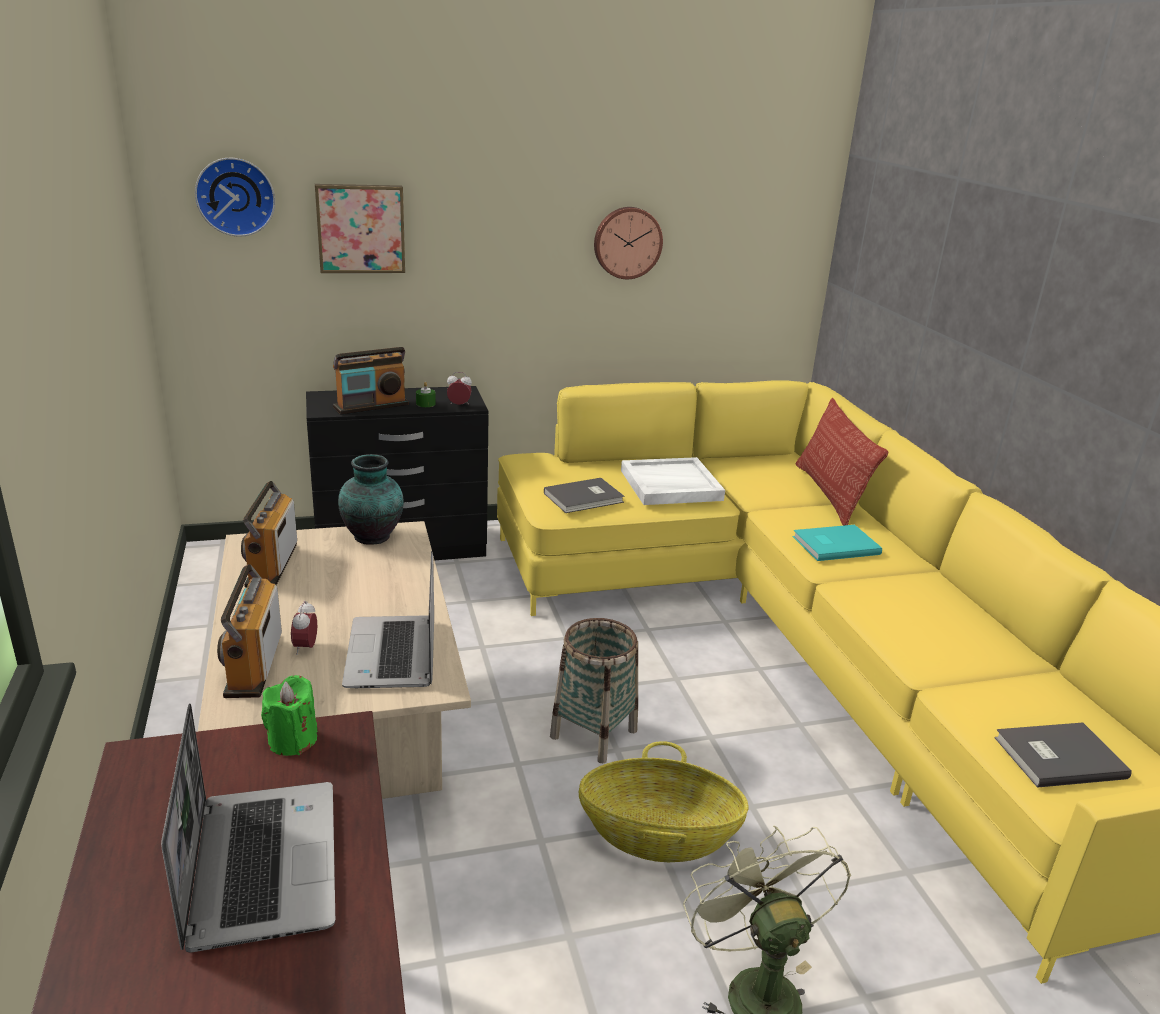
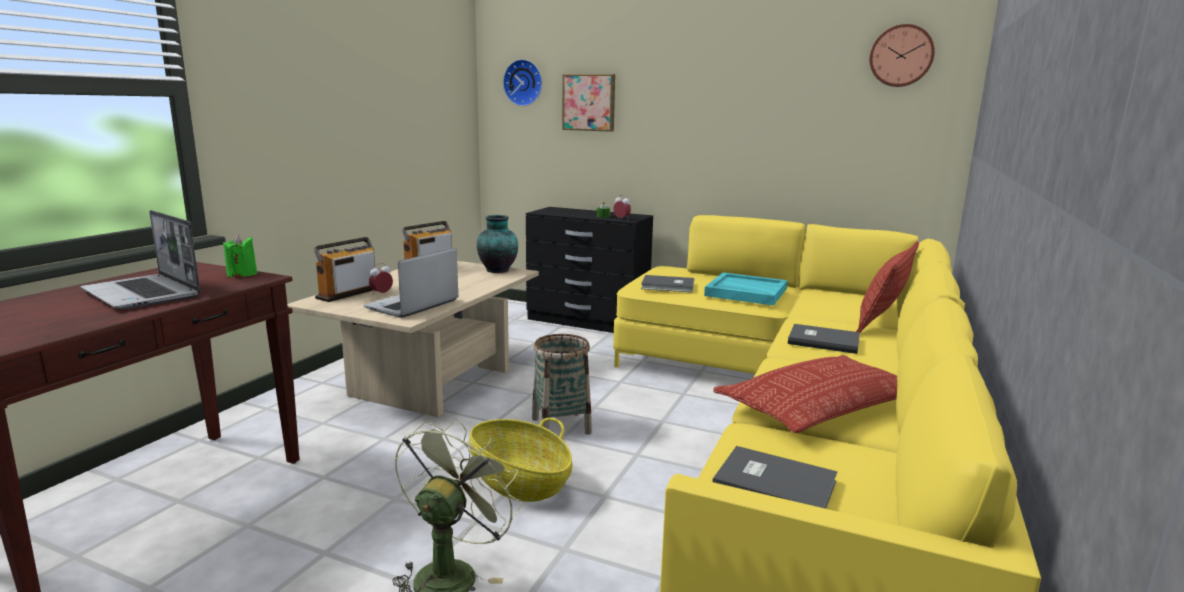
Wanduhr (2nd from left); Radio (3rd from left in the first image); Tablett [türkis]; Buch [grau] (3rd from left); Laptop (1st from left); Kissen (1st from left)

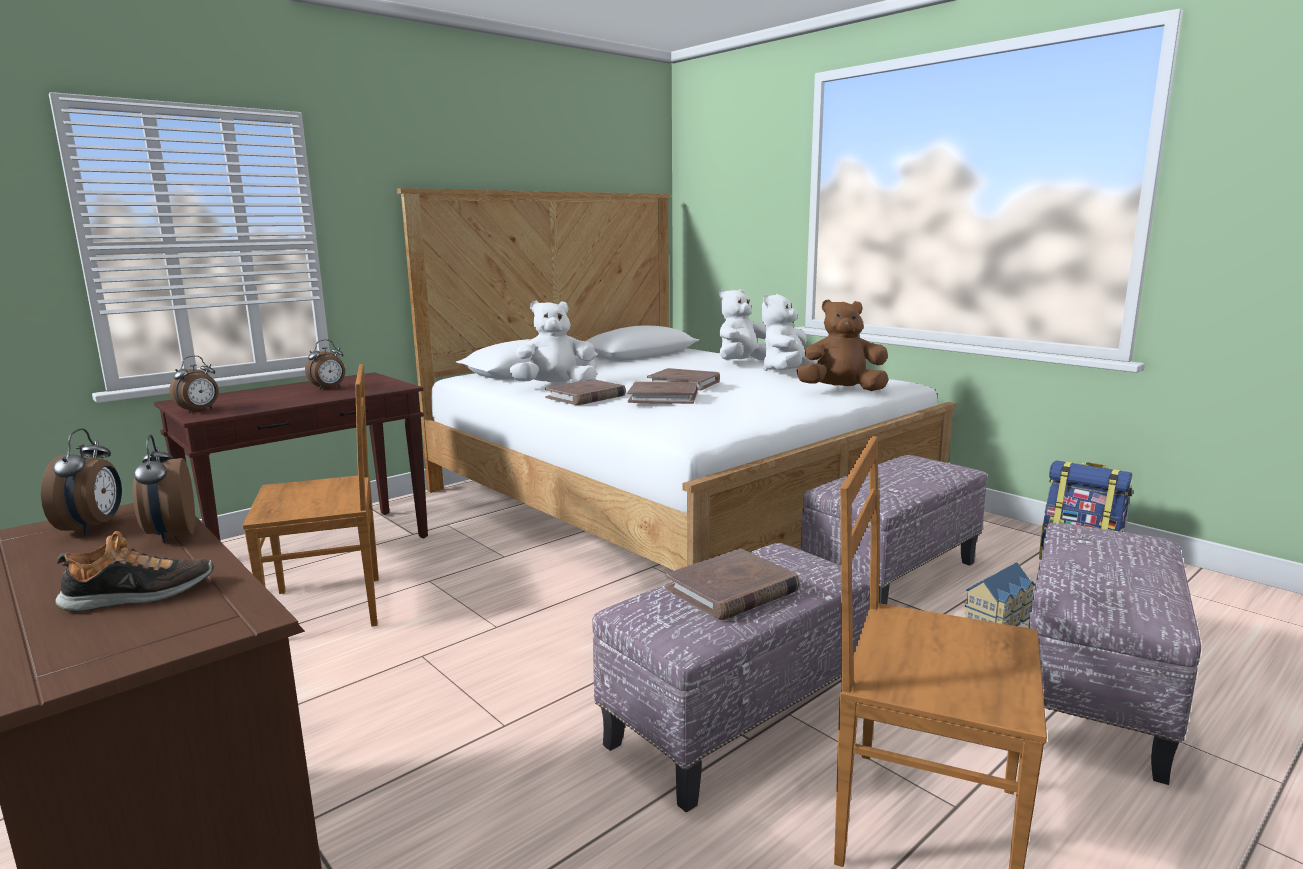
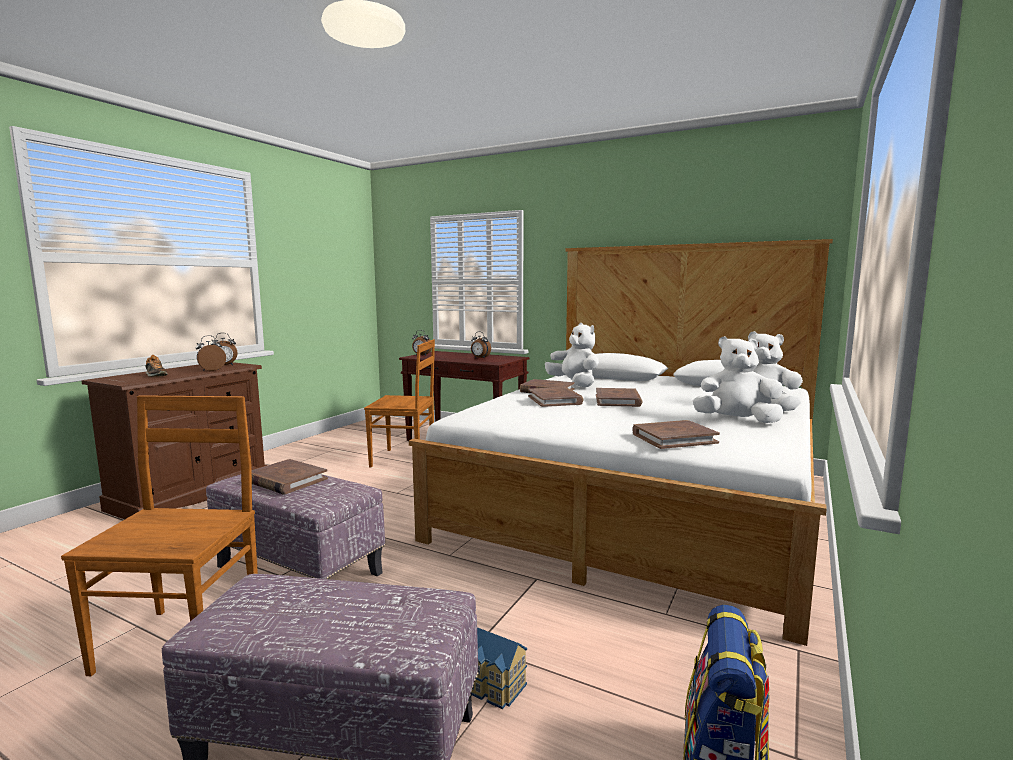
Buch [braun] (5th from left); Stuhl [braun] (2nd from left); Polsterhocker (2nd from left in the first image)

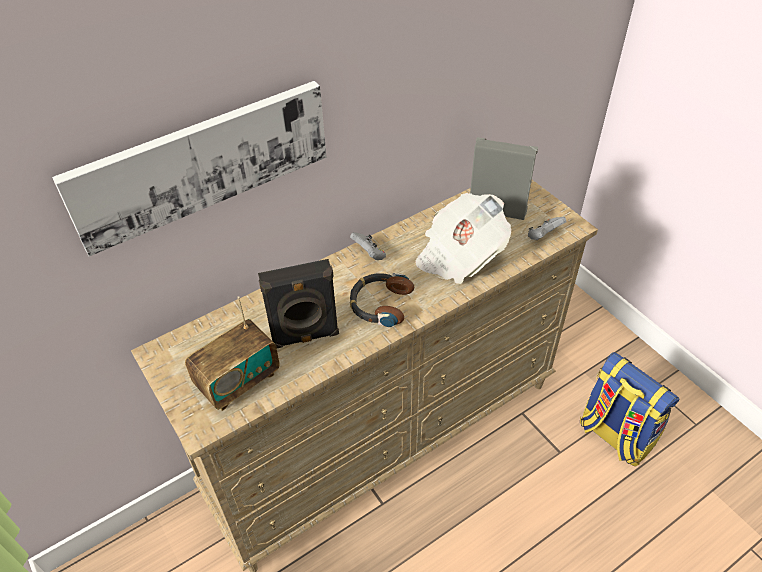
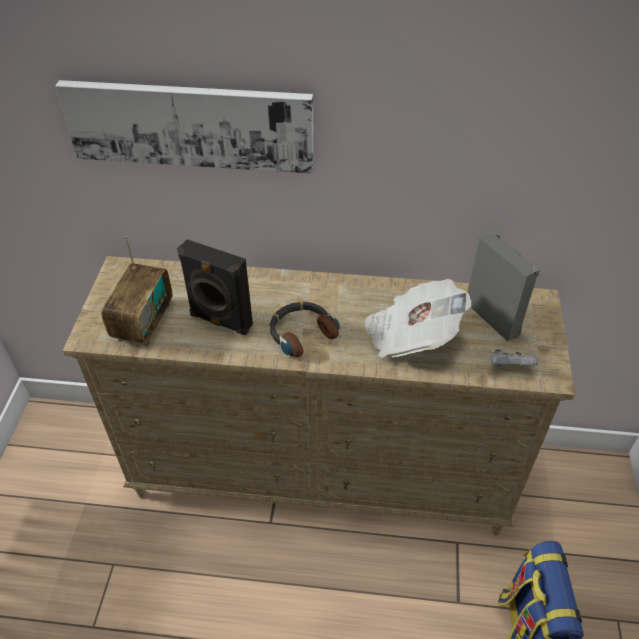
Gamepad [grau] (1st from left in the first image); Radio

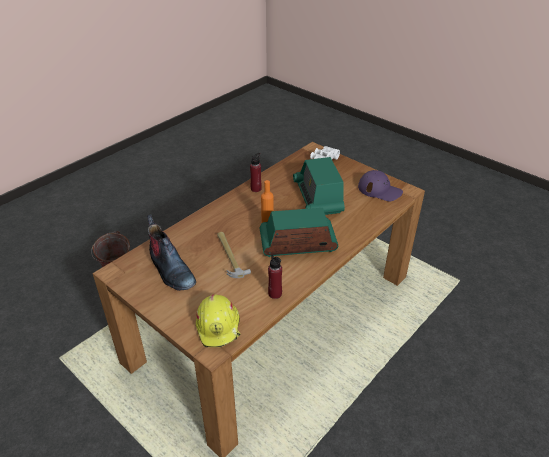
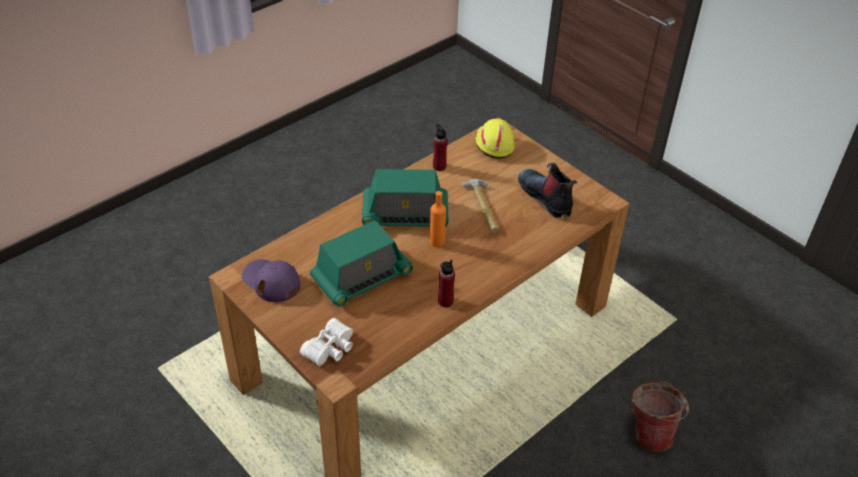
Radio (1st from left)

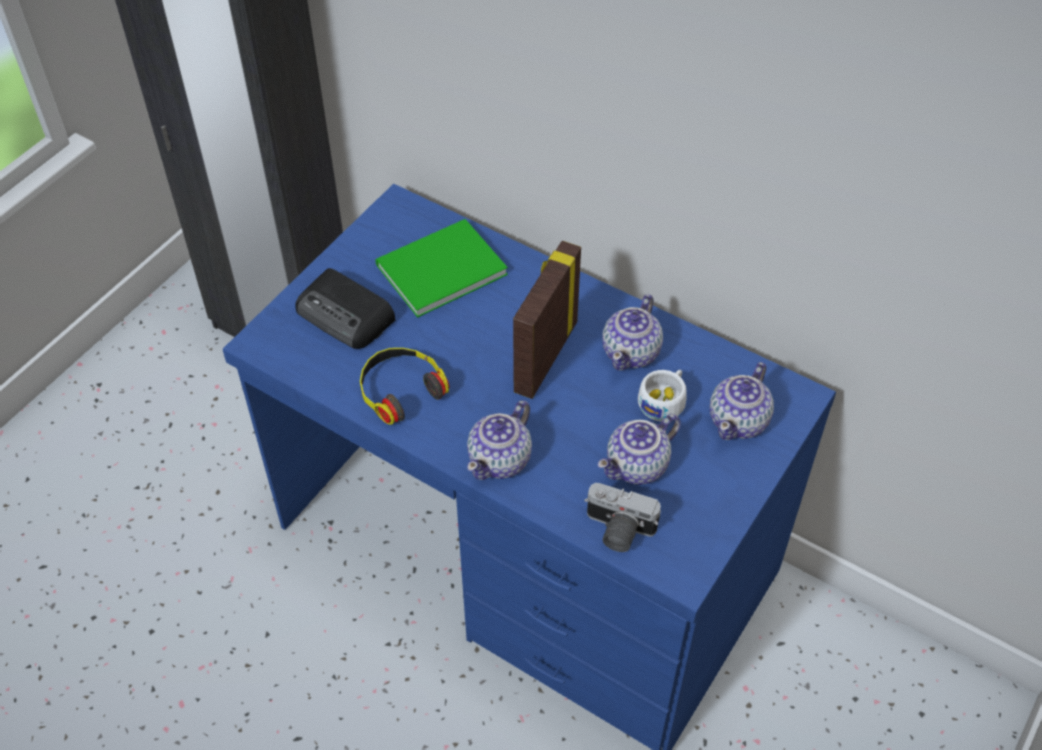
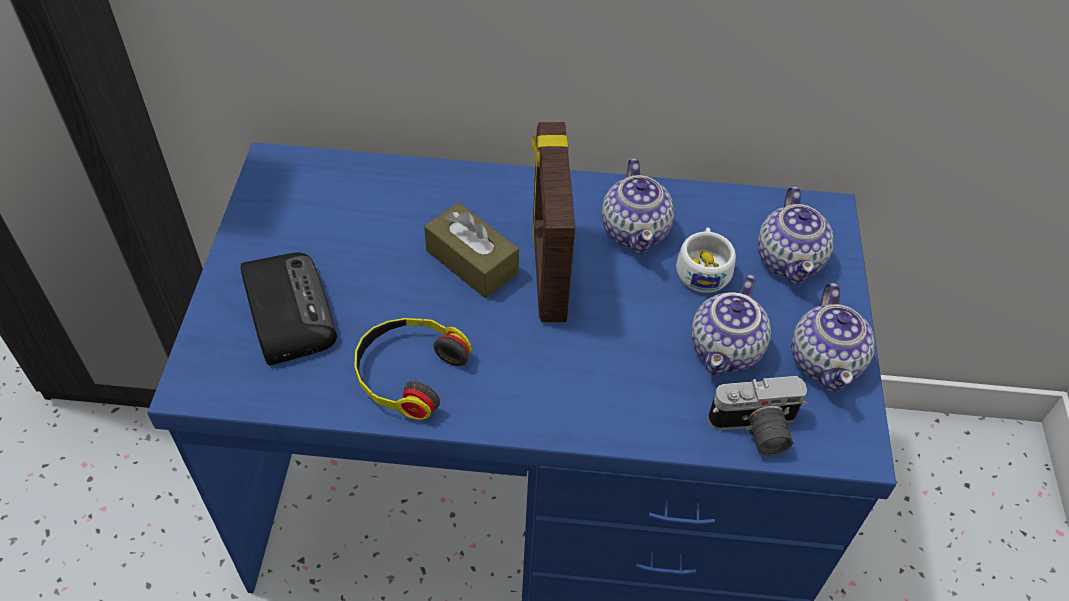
Buch [grün]; Radio; Teekanne (4th from left); Taschentuchbox [braun]

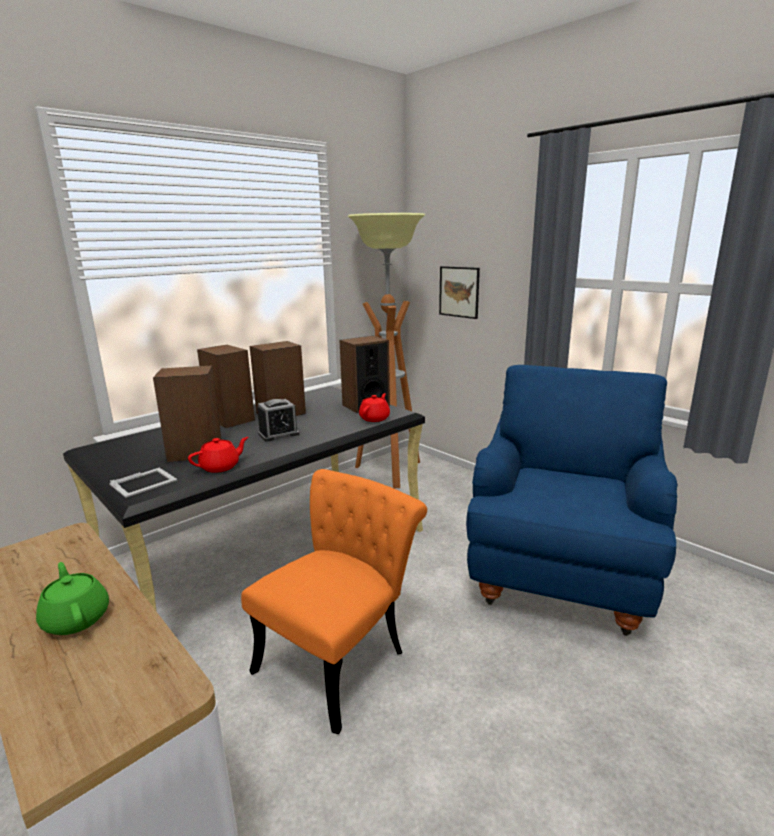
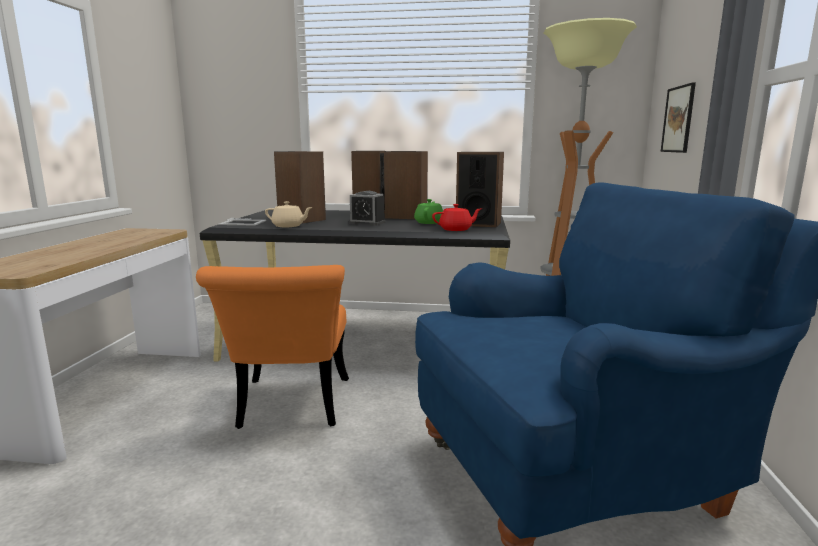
Teekanne [beige]; Stuhl [orange]; Teekanne [grün]

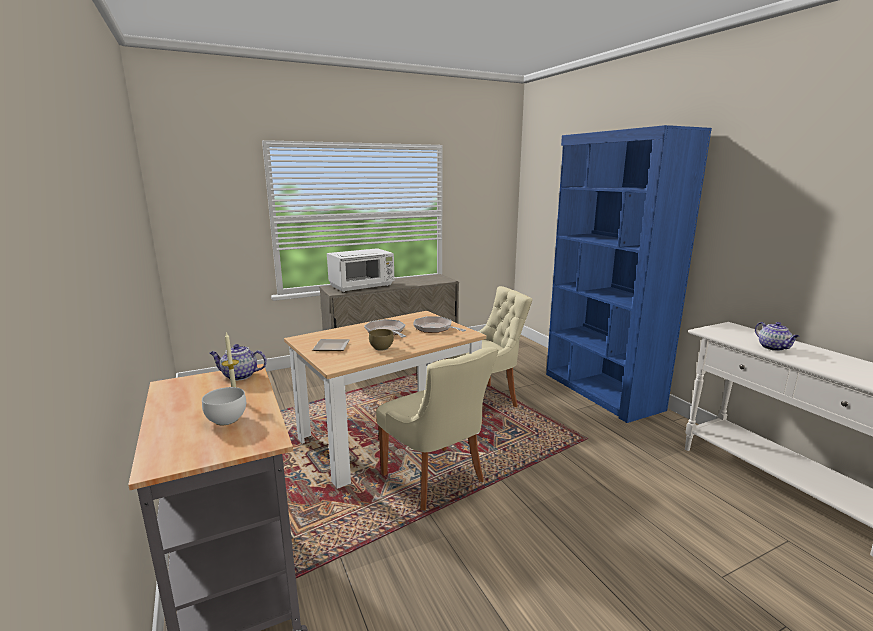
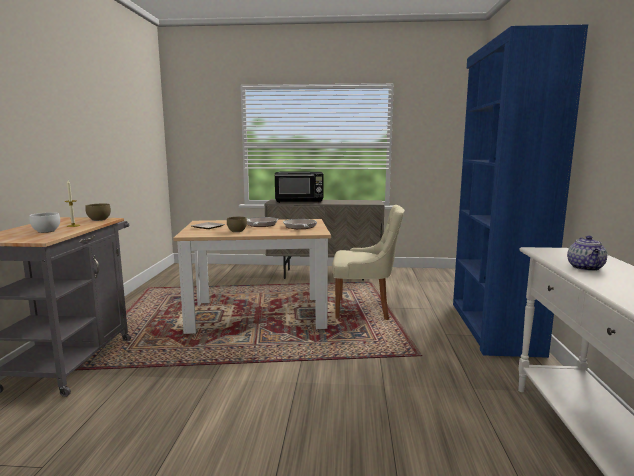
Mikrowelle [schwarz]; Schüssel [braun] (1st from left); Stuhl [beige] (1st from left in the first image)

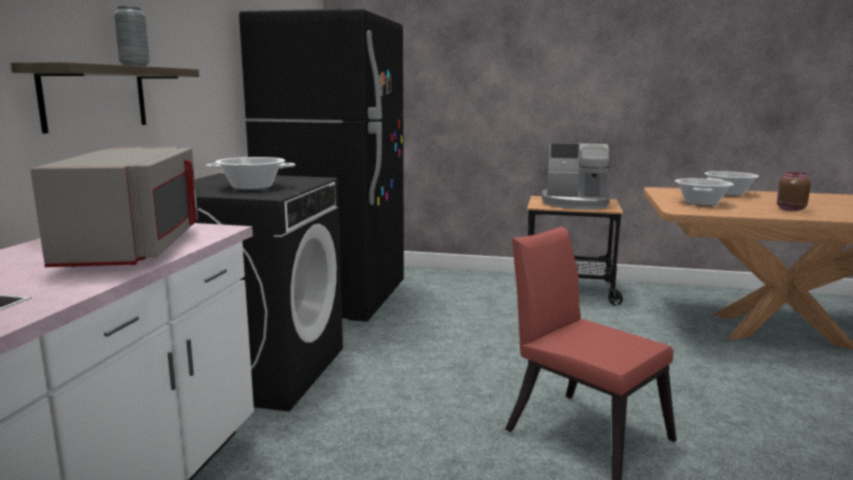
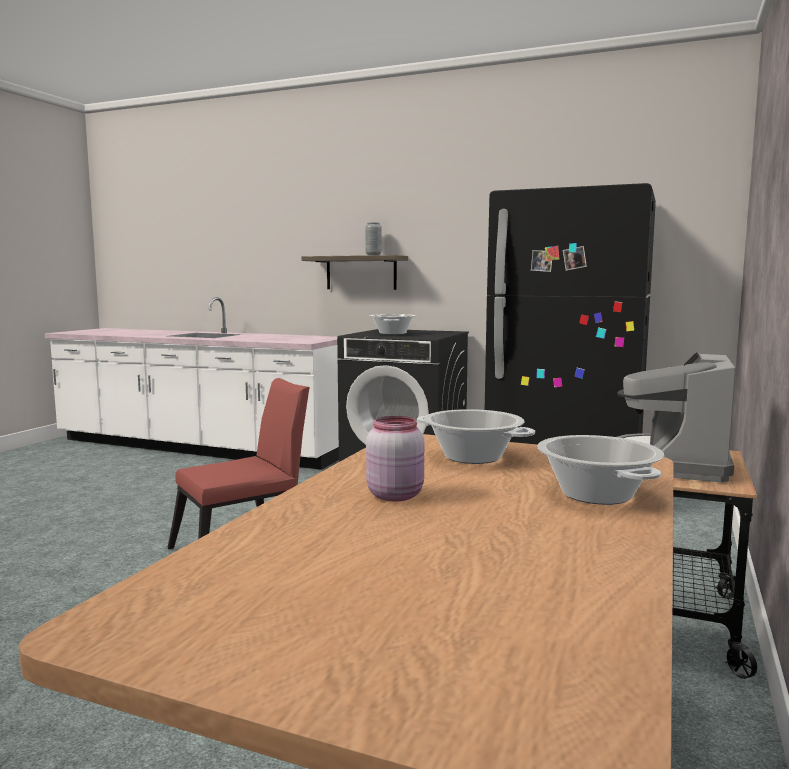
Mikrowelle [grau]; Vorratsglas [rosa]

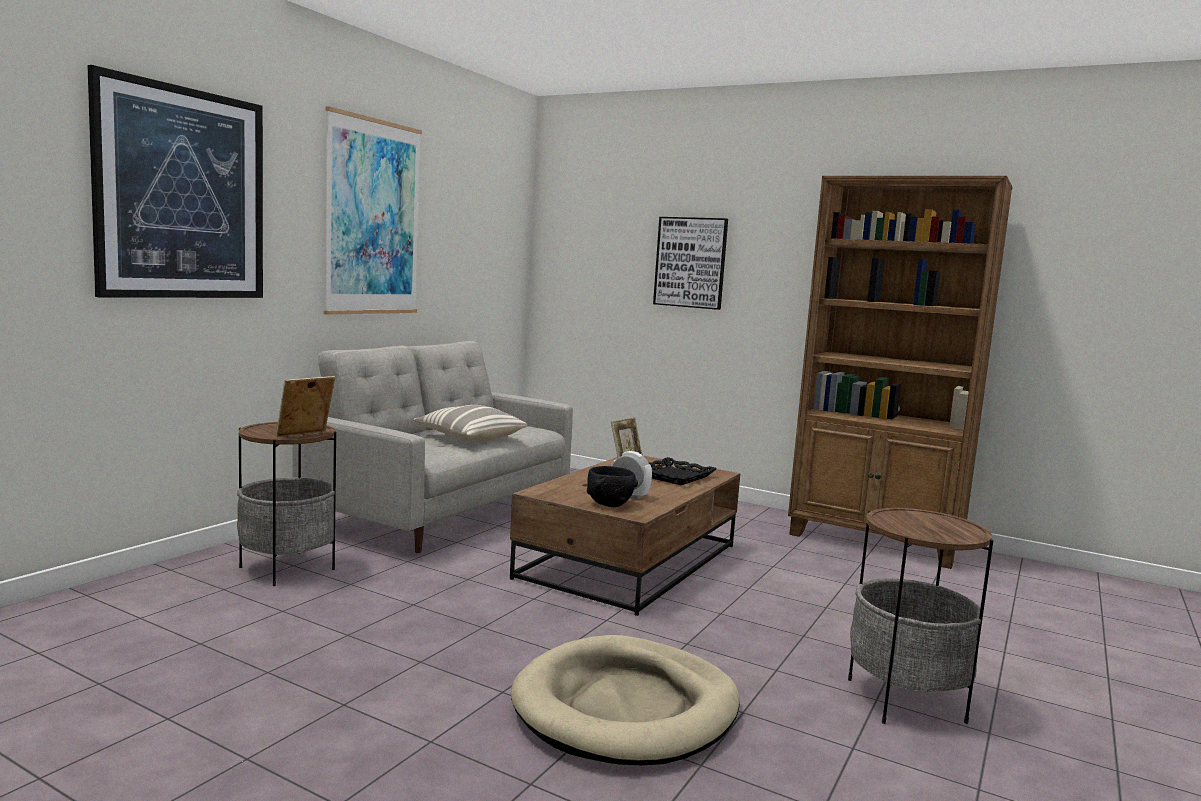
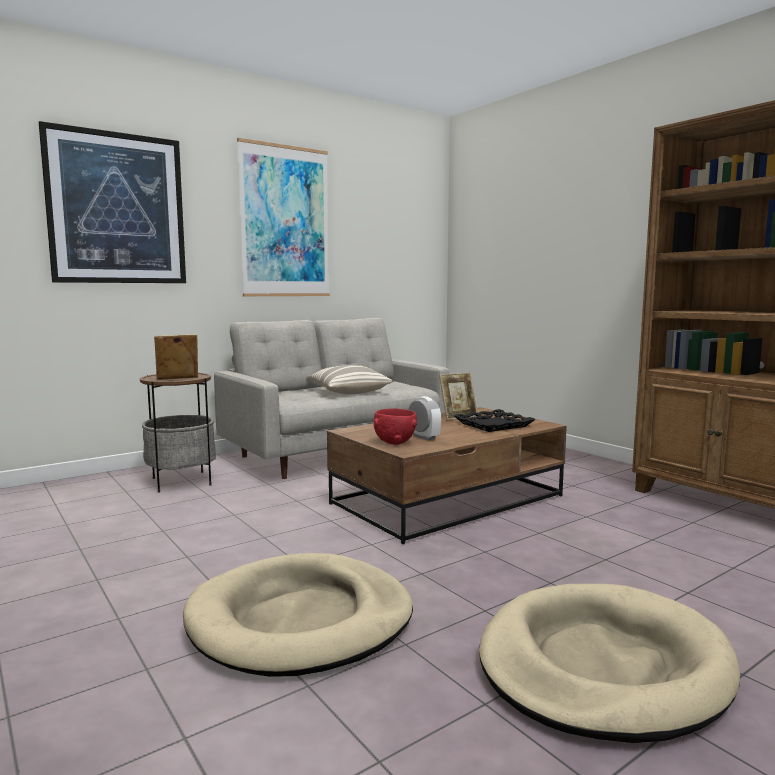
Bild (3rd from left in the first image); Schüssel [rot]; Hundebett [beige] (2nd from left)

